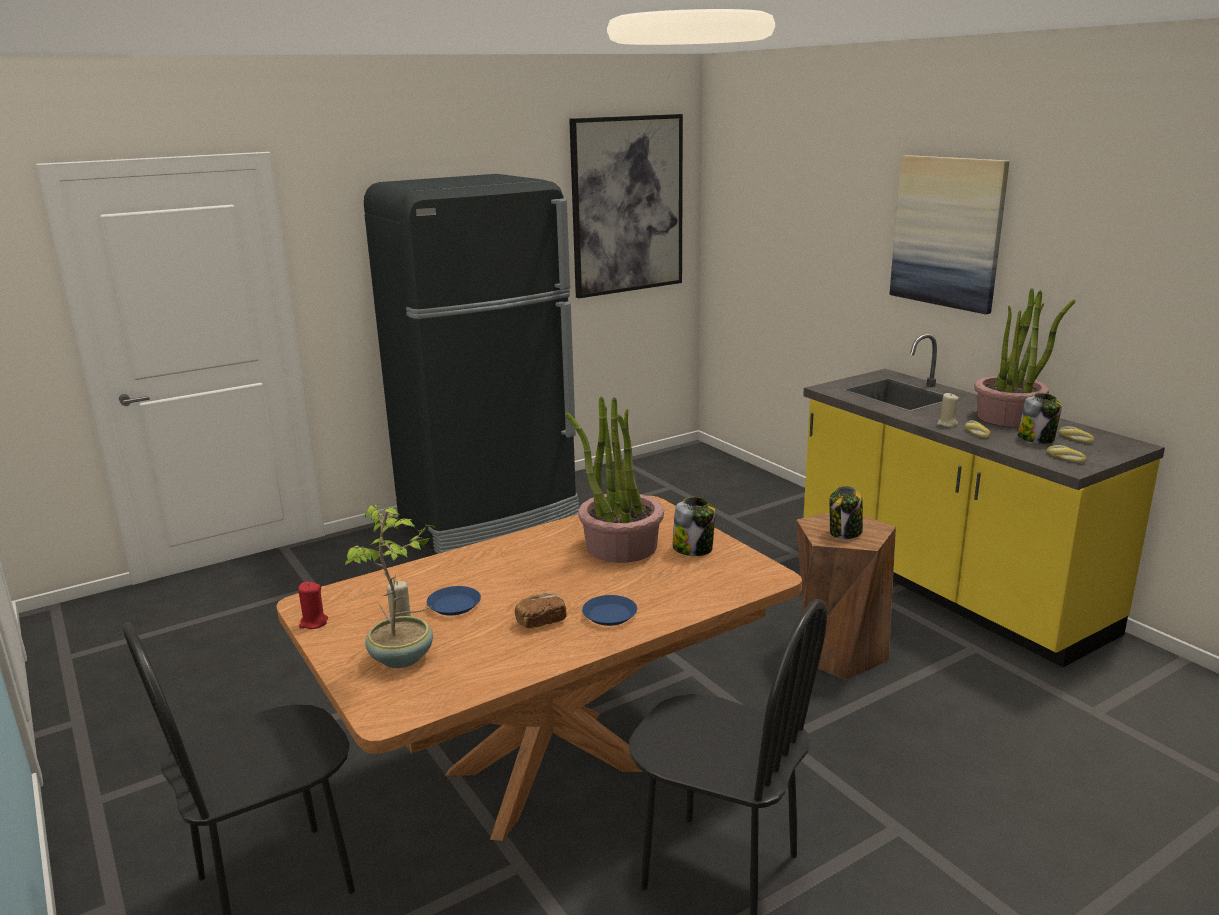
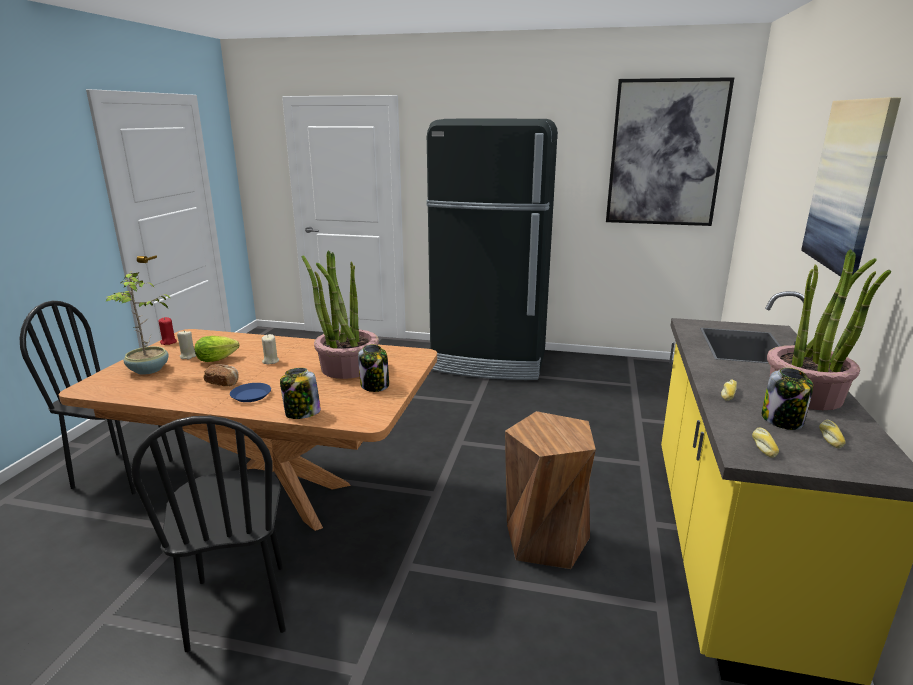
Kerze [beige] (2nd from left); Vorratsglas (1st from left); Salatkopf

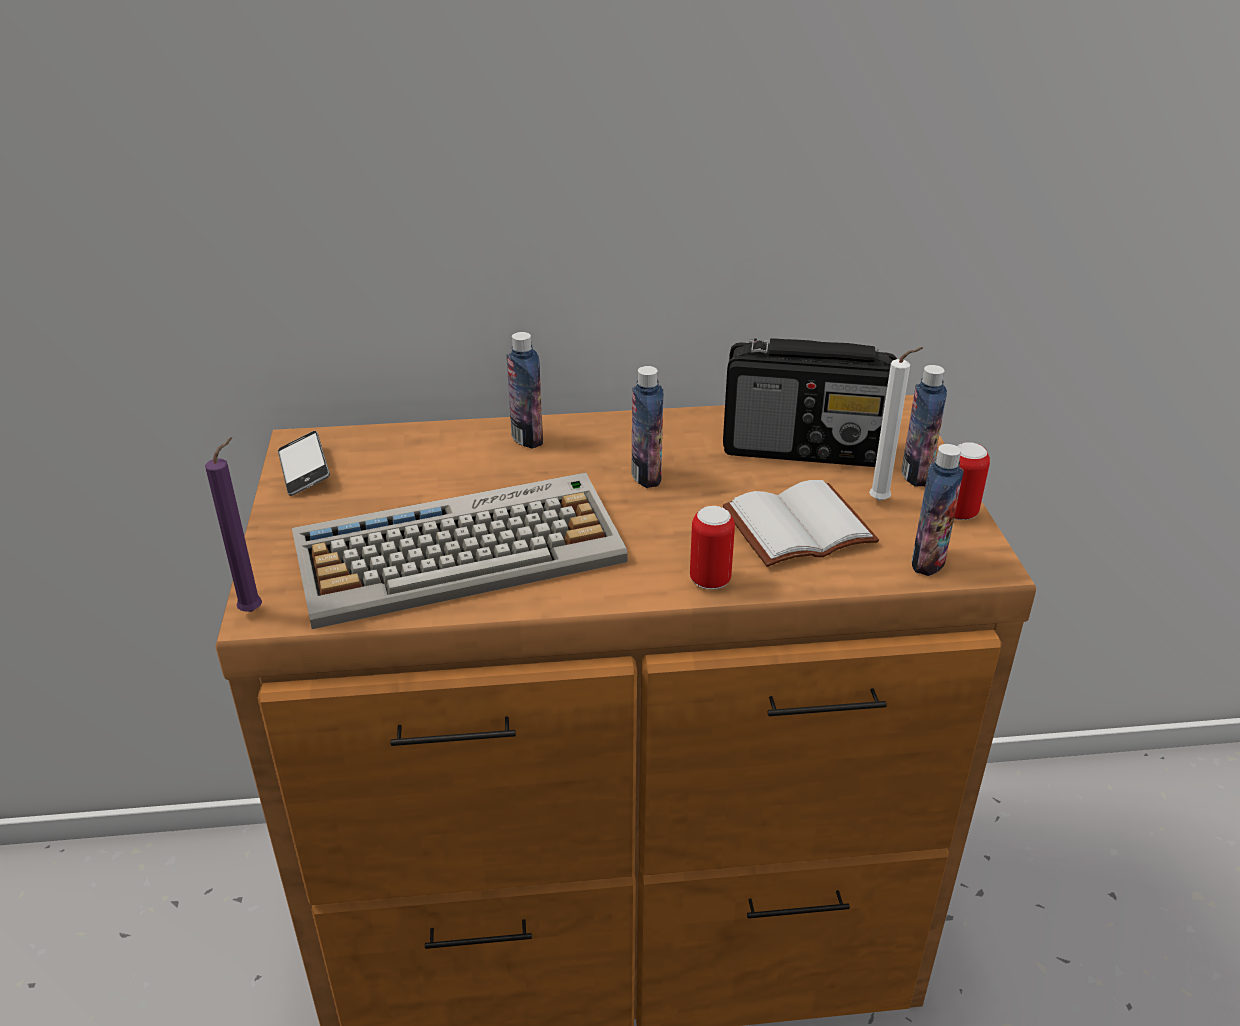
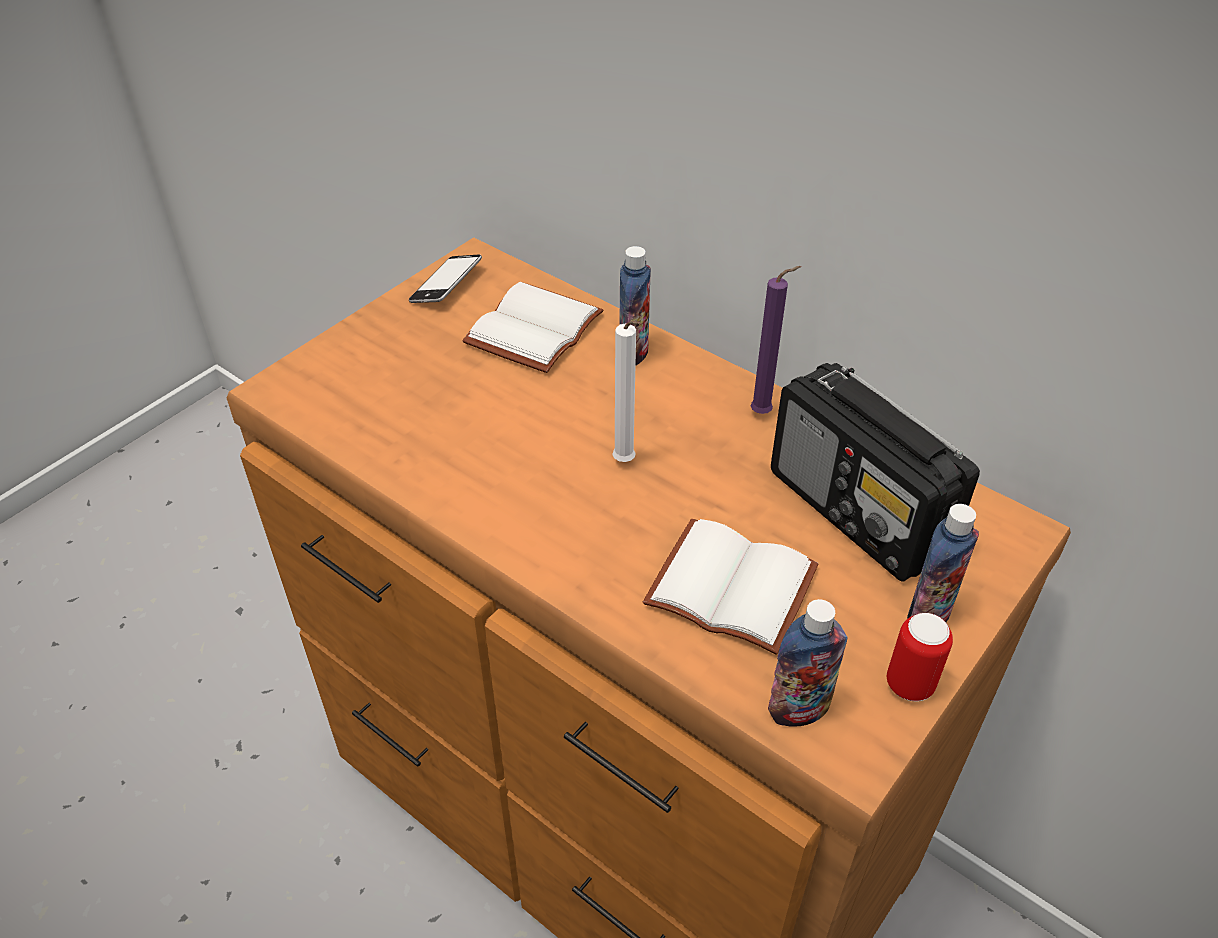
Kerze [weiß]; Flasche (2nd from left in the first image); Kerze [lila]; Tastatur; Dose (1st from left in the first image); Buch [weiß] (1st from left)

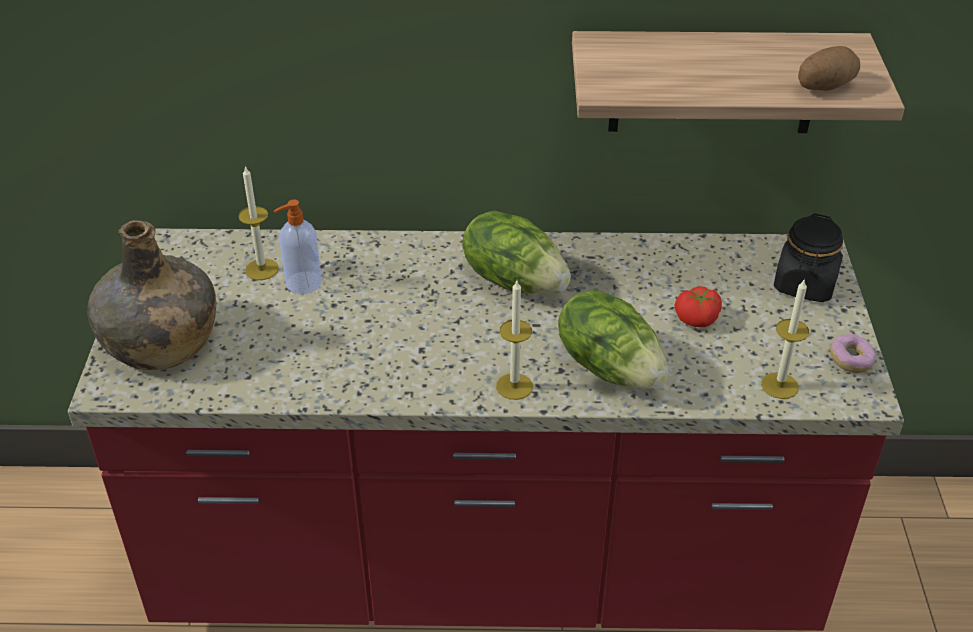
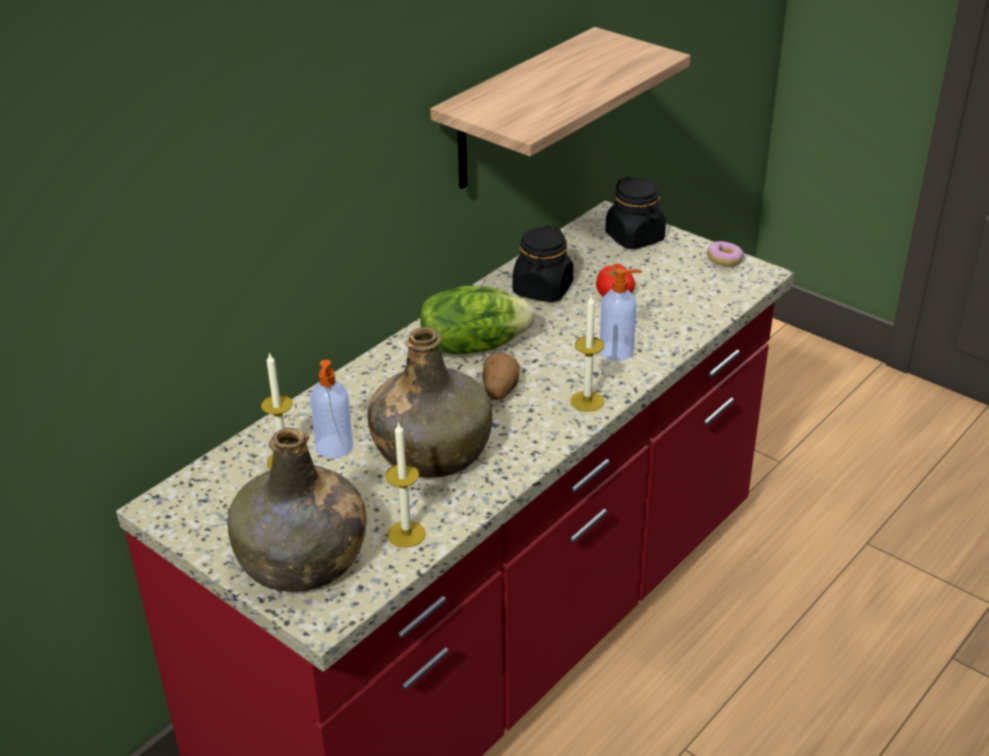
Kartoffel; Kerze (2nd from left); Seifenspender (2nd from left); Vorratsglas [schwarz] (1st from left); Flasche [grün] (2nd from left)

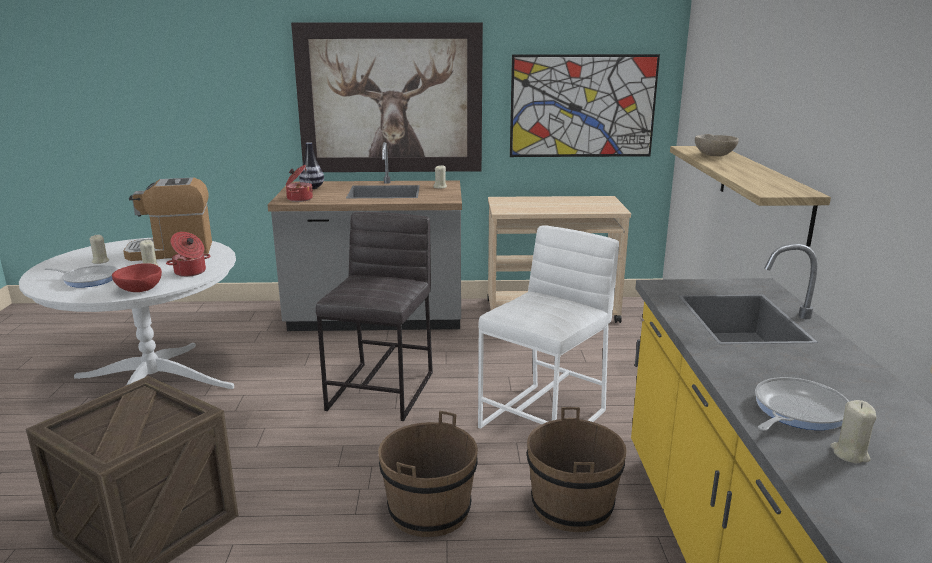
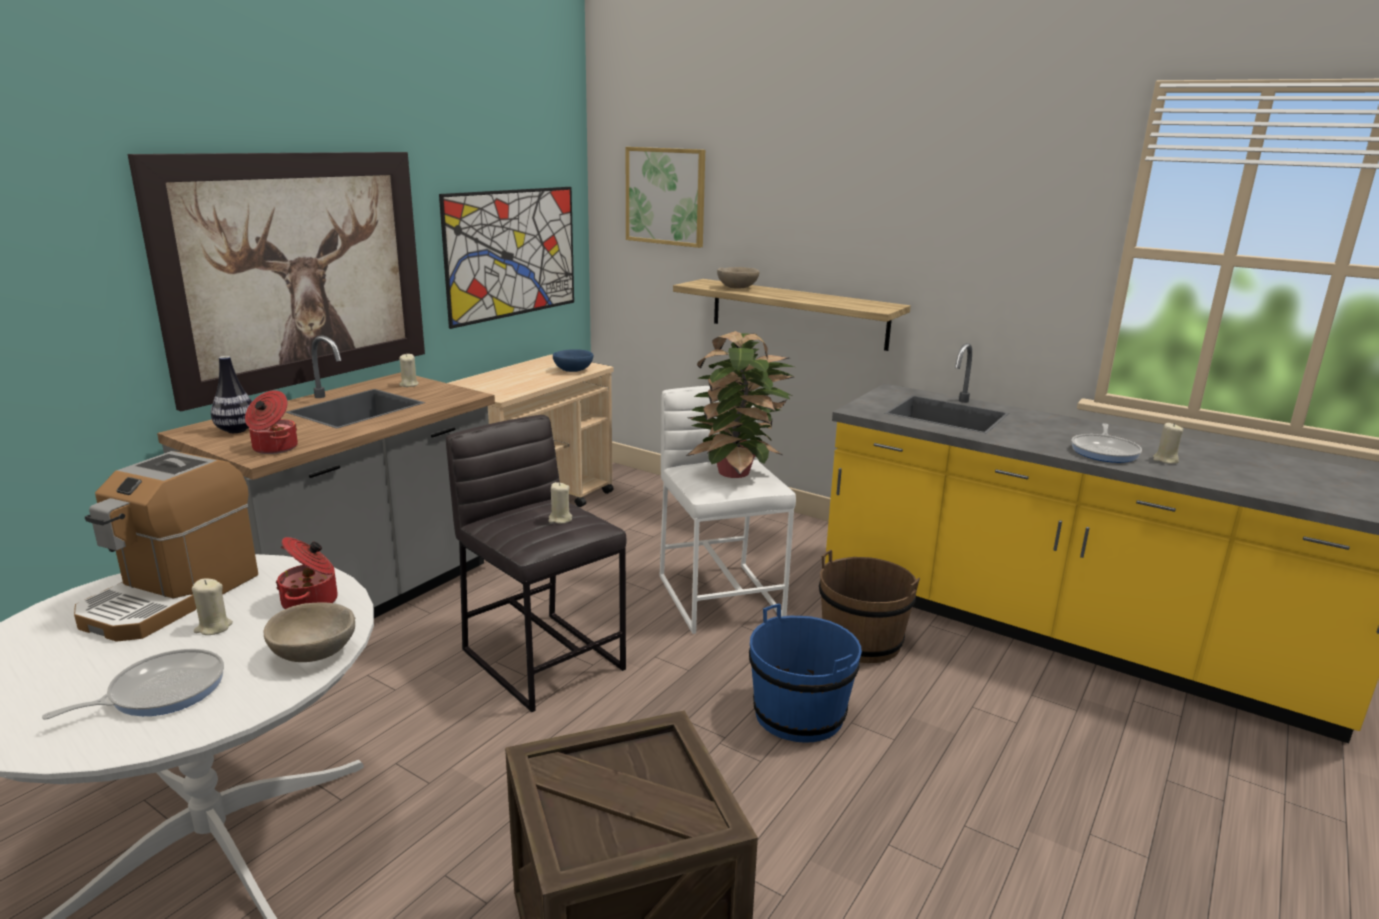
Kerze [beige] (3rd from left); Schüssel [beige] (1st from left); Pfanne (2nd from left); Eimer [blau]; Bild (3rd from left); Topfpflanze; Schüssel [blau]

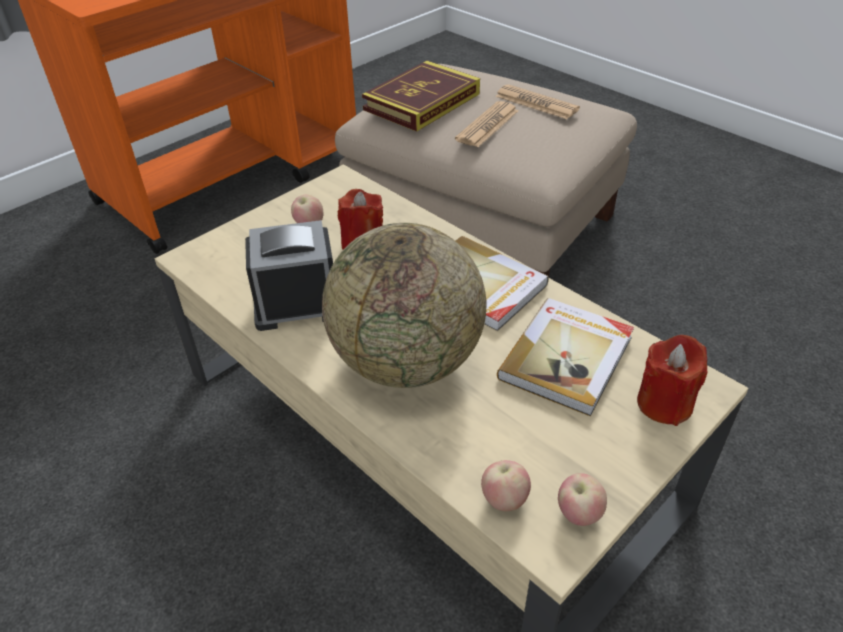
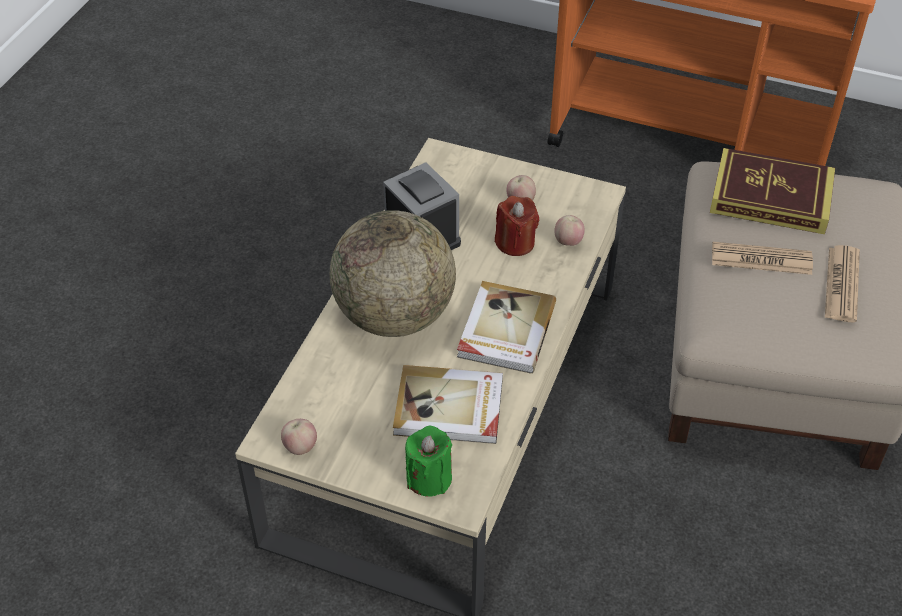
Kerze [grün]; Apfel (3rd from left)

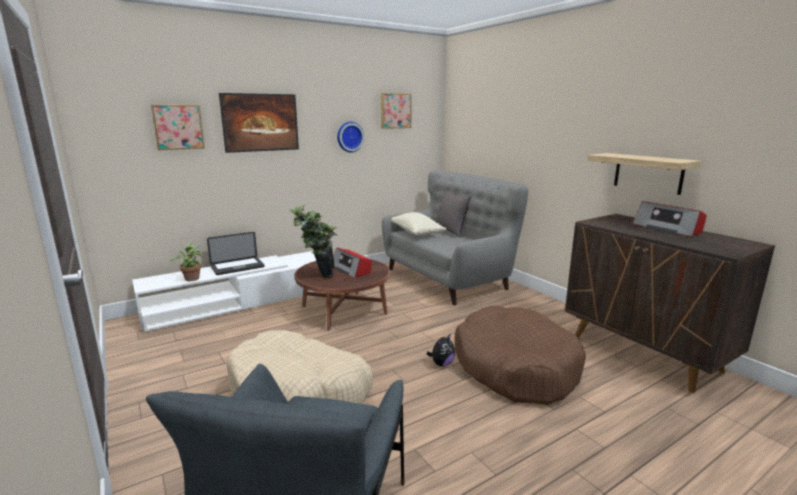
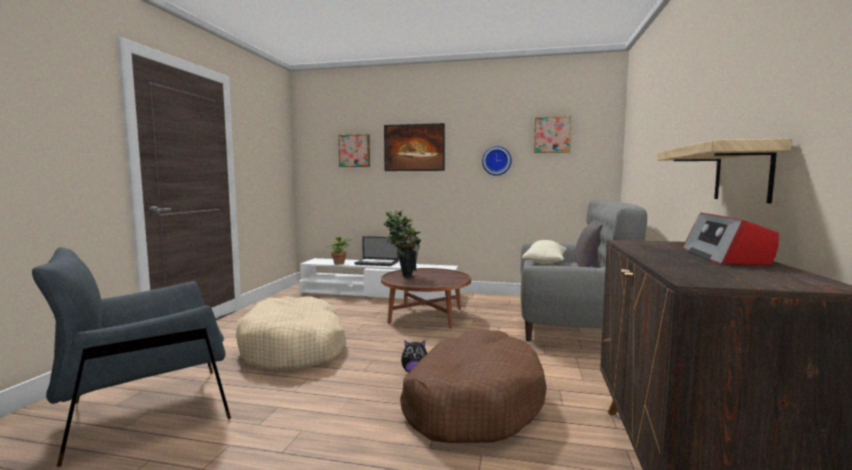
Radio (1st from left in the first image)

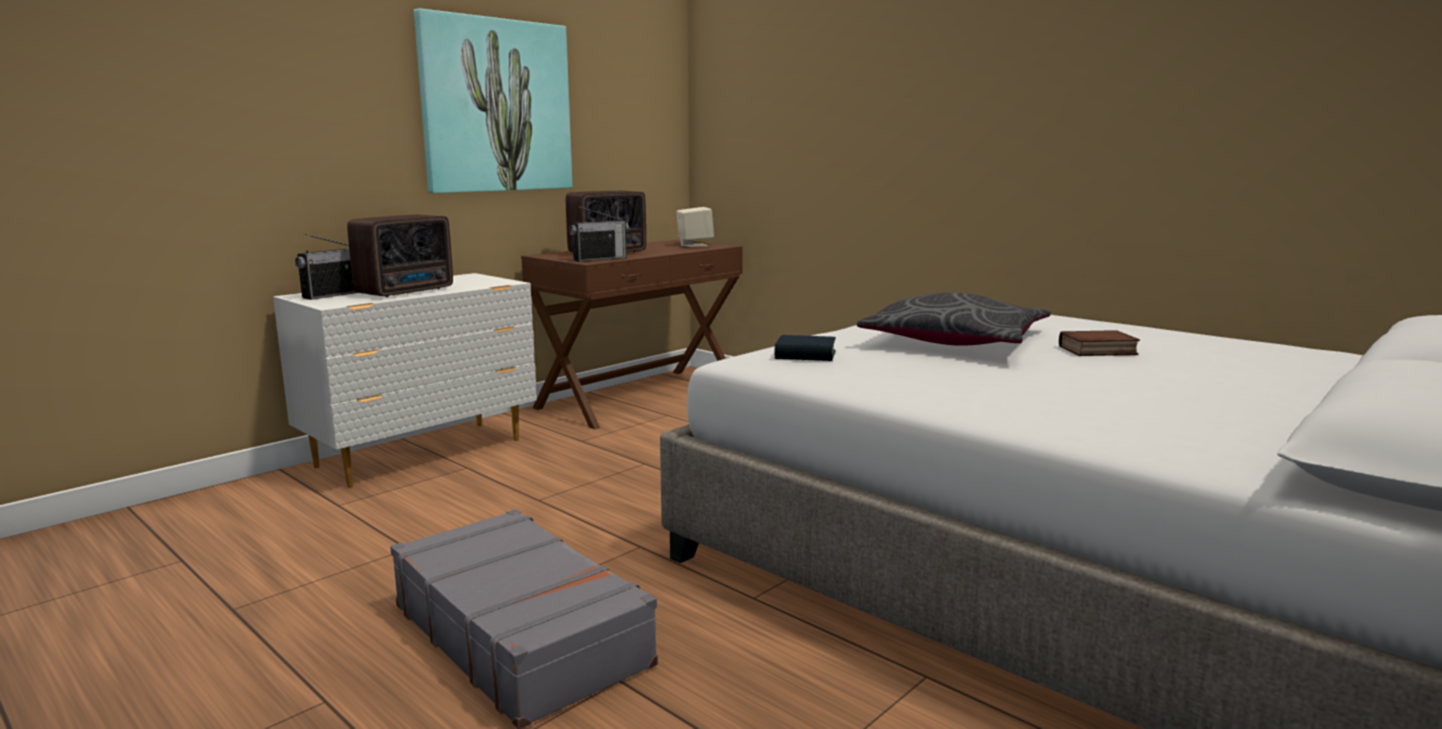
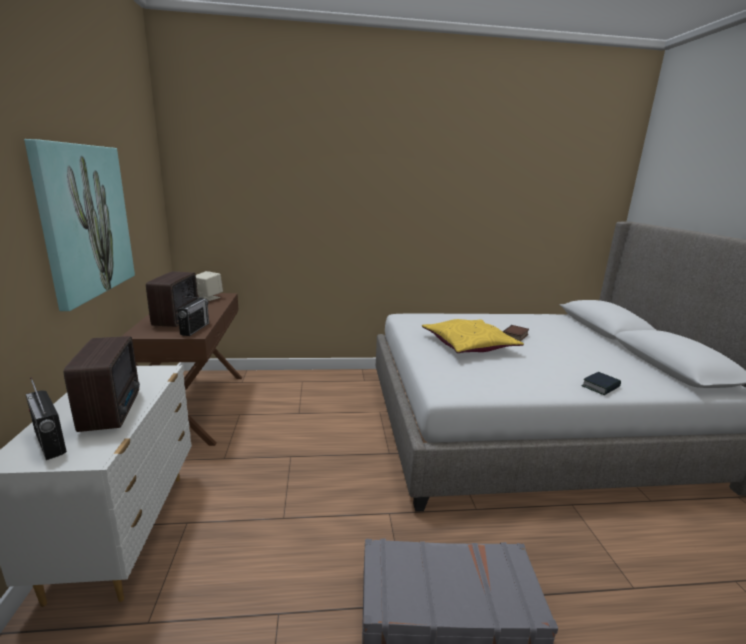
Radio (1st from left); Kissen [gelb]; Buch (2nd from left)

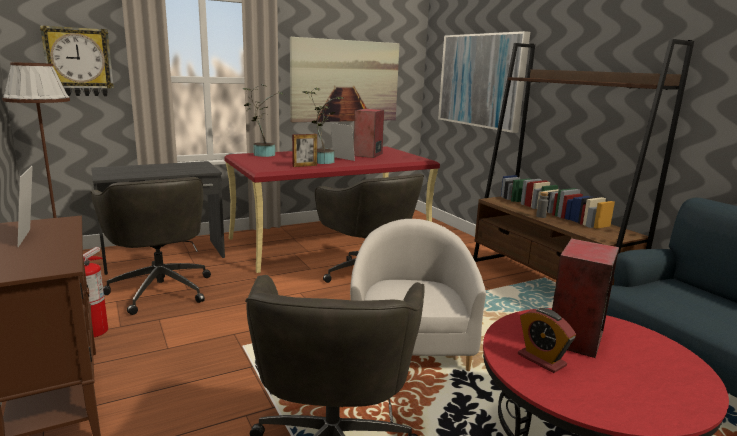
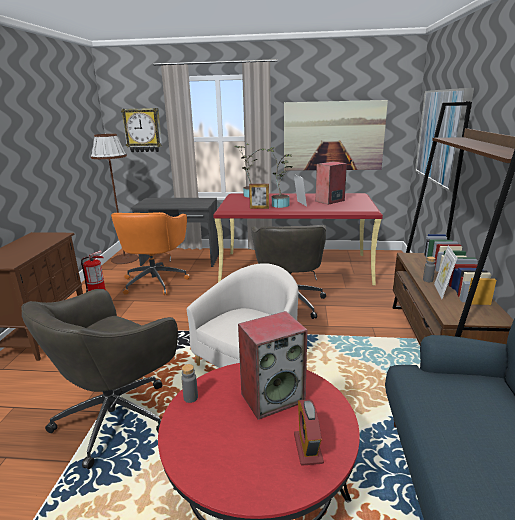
Bilderrahmen (3rd from left); Bürostuhl [orange]; Wecker; Flasche [grau] (1st from left)

